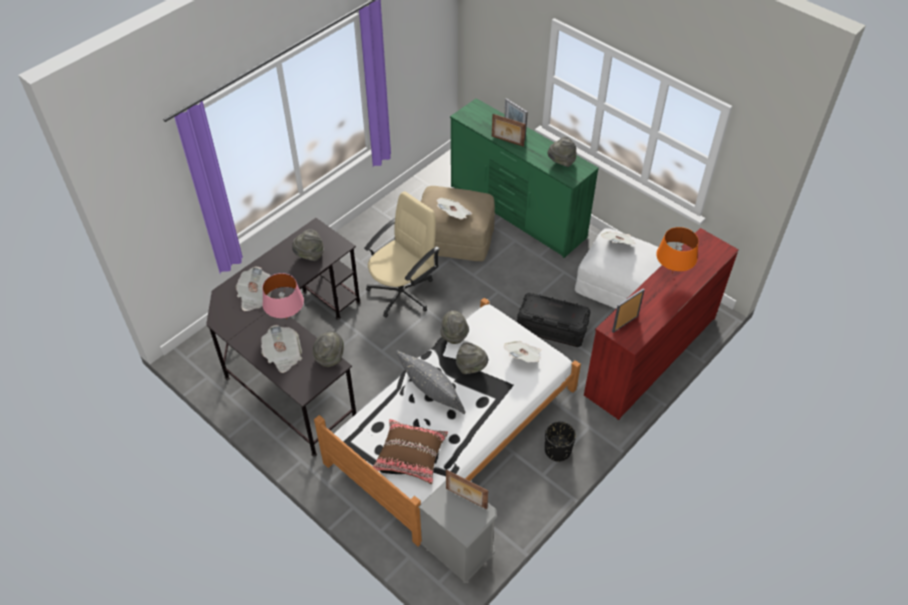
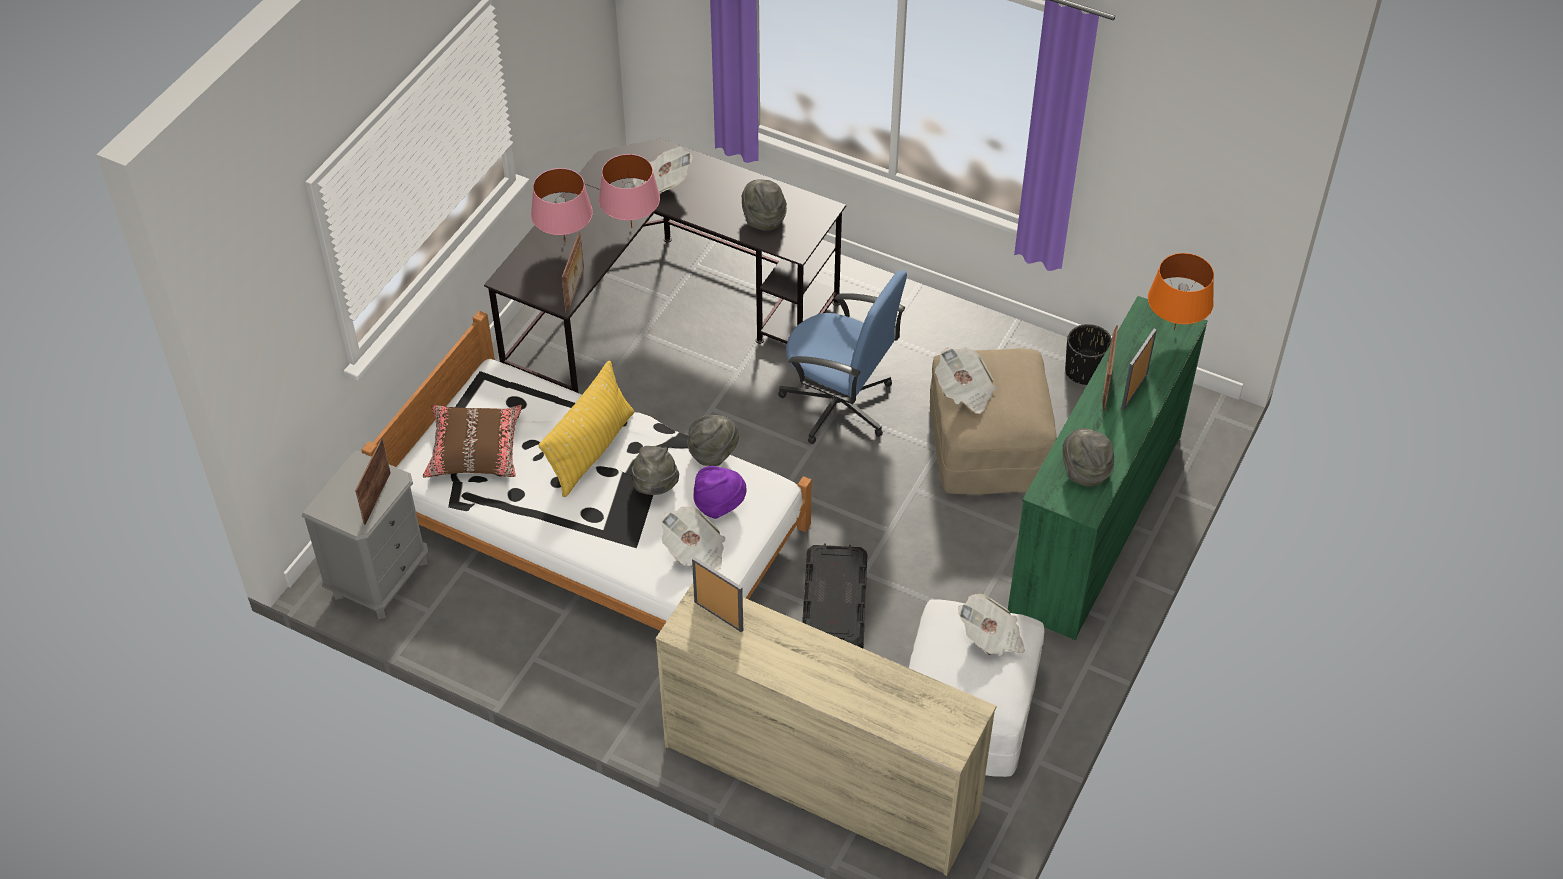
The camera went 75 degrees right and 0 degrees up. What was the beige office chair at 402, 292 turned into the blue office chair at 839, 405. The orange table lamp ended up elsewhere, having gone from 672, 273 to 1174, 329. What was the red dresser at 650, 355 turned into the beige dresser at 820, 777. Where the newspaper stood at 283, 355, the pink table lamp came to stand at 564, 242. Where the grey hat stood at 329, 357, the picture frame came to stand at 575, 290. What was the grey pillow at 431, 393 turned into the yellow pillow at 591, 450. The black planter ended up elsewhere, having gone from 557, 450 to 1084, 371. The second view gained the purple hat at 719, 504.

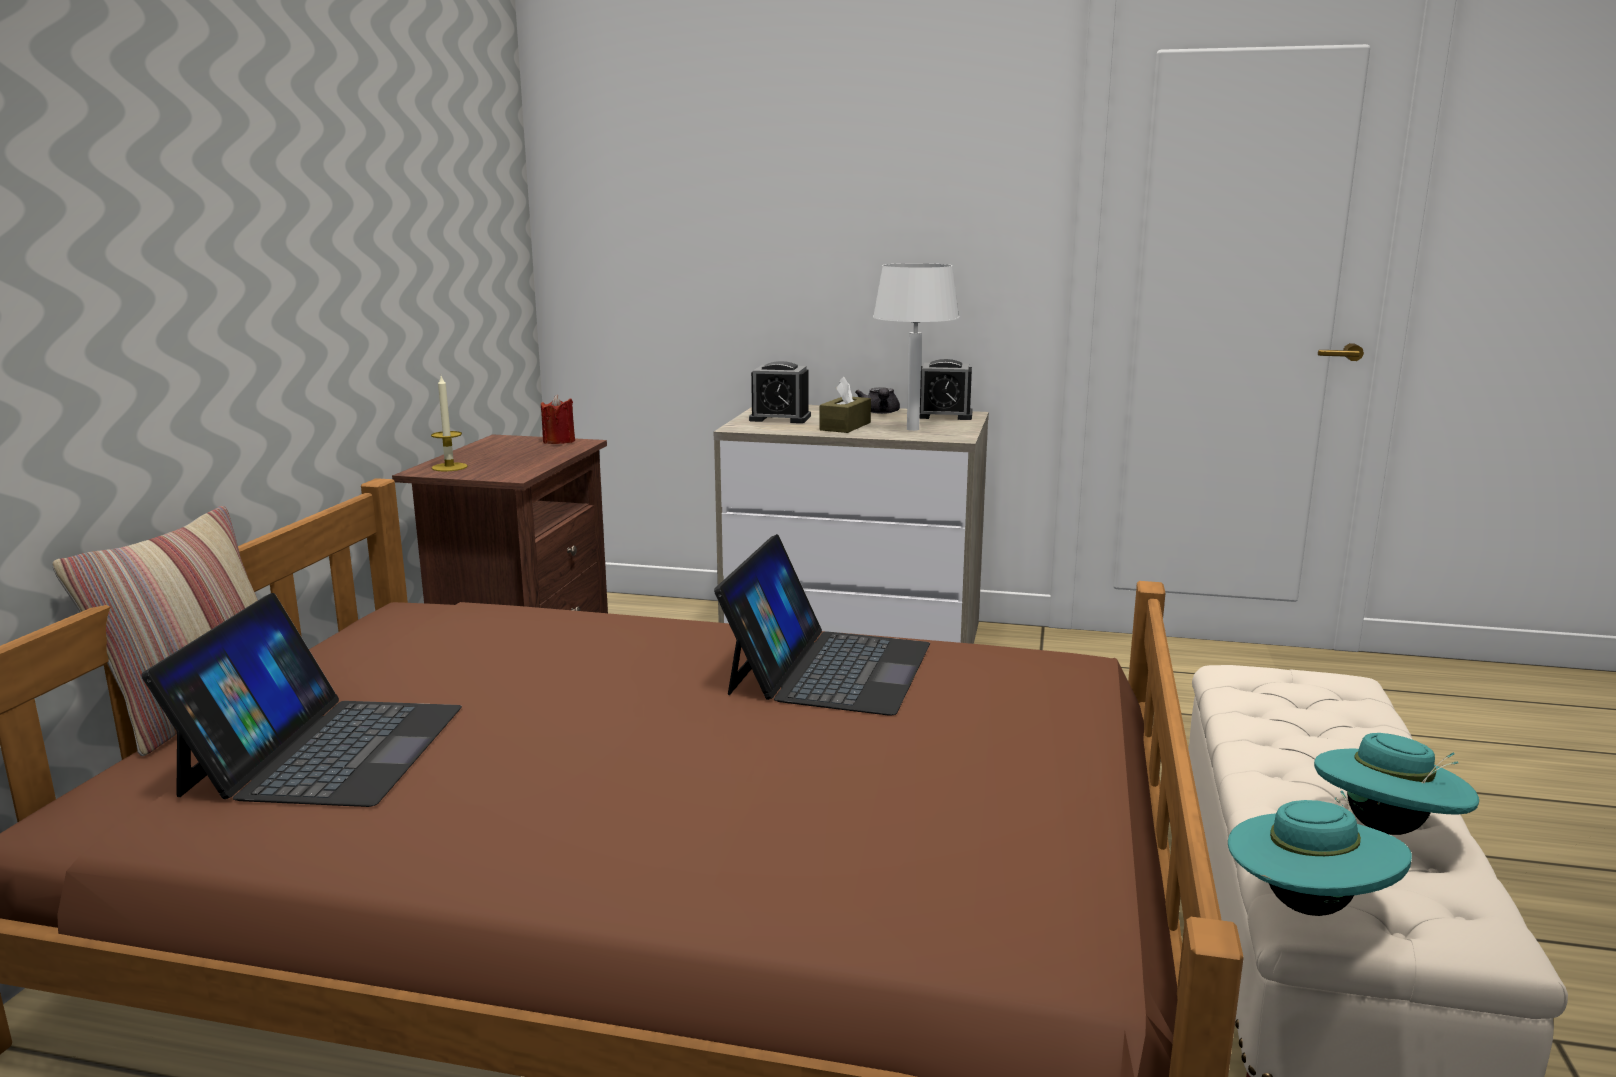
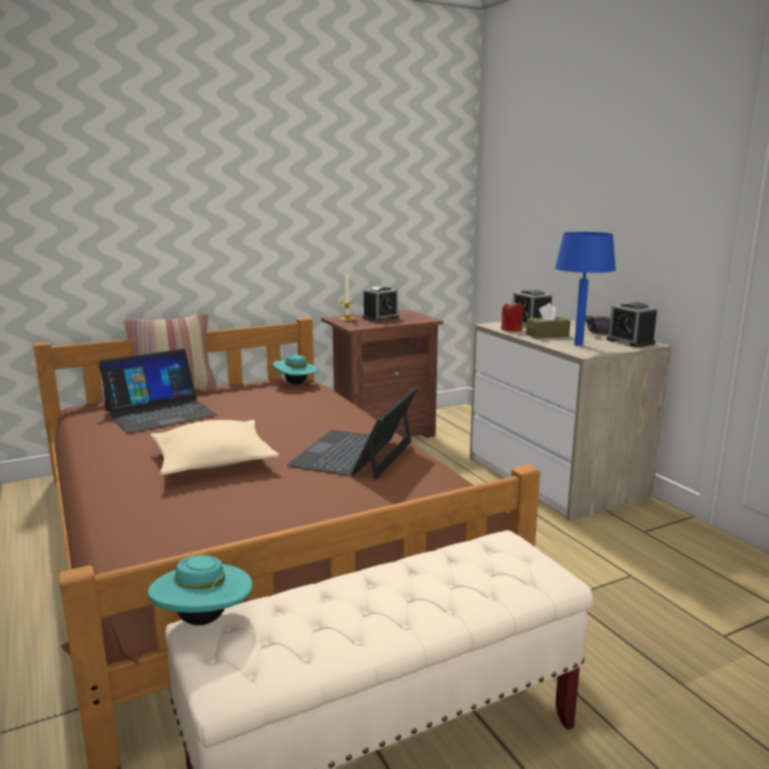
The camera went 50 degrees right and 0 degrees up. What was the white table lamp at 913, 429 turned into the blue table lamp at 578, 344. The red candle ended up elsewhere, having gone from 559, 441 to 511, 330. The laptop at 828, 668 ended up facing another way, 135 degrees clockwise from before. The turquoise hat ended up elsewhere, having gone from 1386, 829 to 296, 384. The second view gained the alarm clock at 380, 318. The second view gained the beige pillow at 213, 460.

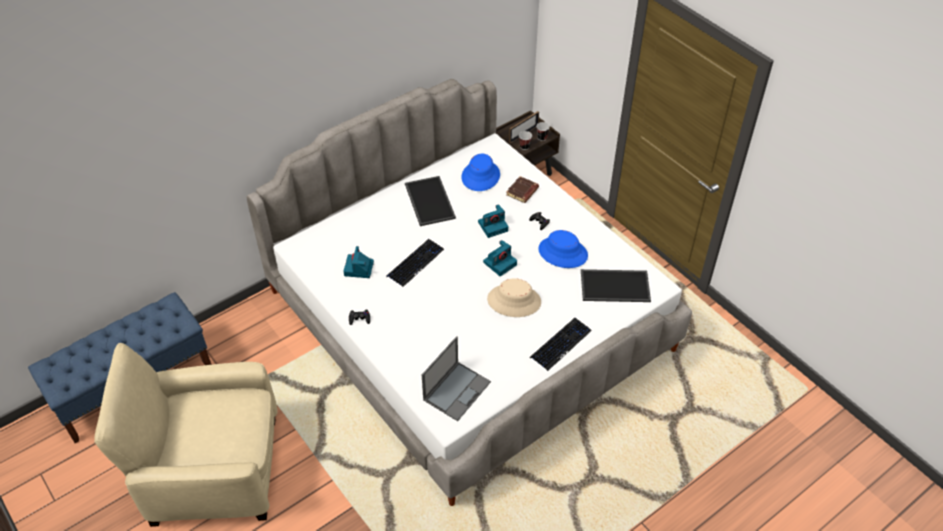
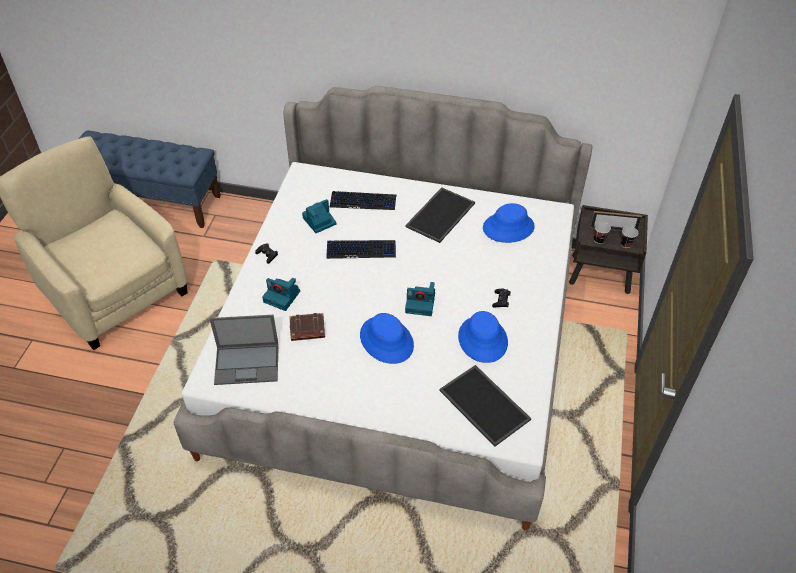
The camera went 50 degrees right and 0 degrees up. The brown book ended up elsewhere, having gone from 522, 192 to 307, 330. The photo camera ended up elsewhere, having gone from 493, 226 to 282, 296. What was the beige hat at 514, 301 turned into the blue hat at 387, 340. The keyboard ended up elsewhere, having gone from 560, 344 to 363, 201.

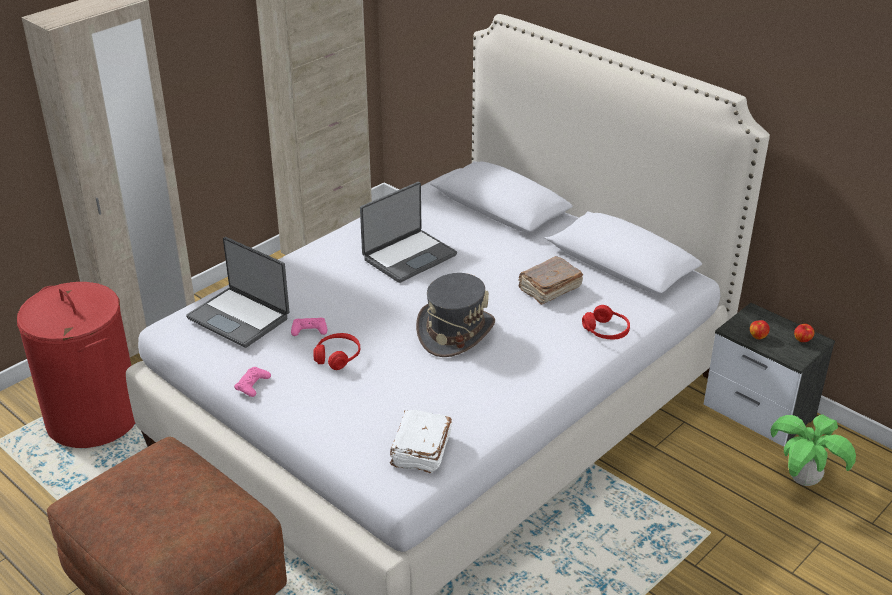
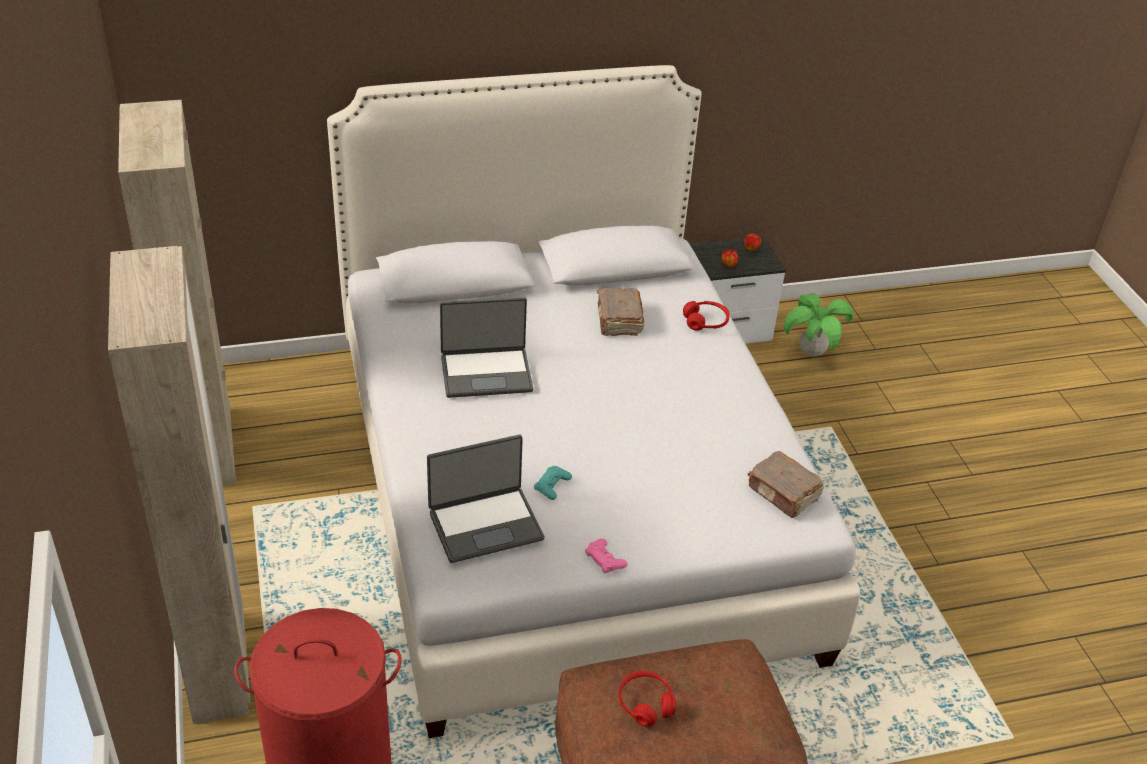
The camera went 60 degrees left and 5 degrees up. The laptop at 408, 256 ended up facing another way, 90 degrees clockwise from before. The second view lost the grey hat at 455, 332. What was the pink game controller at 309, 330 turned into the turquoise game controller at 552, 485. The red headphones ended up elsewhere, having gone from 337, 357 to 645, 704. What was the white book at 420, 451 turned into the brown book at 783, 494.

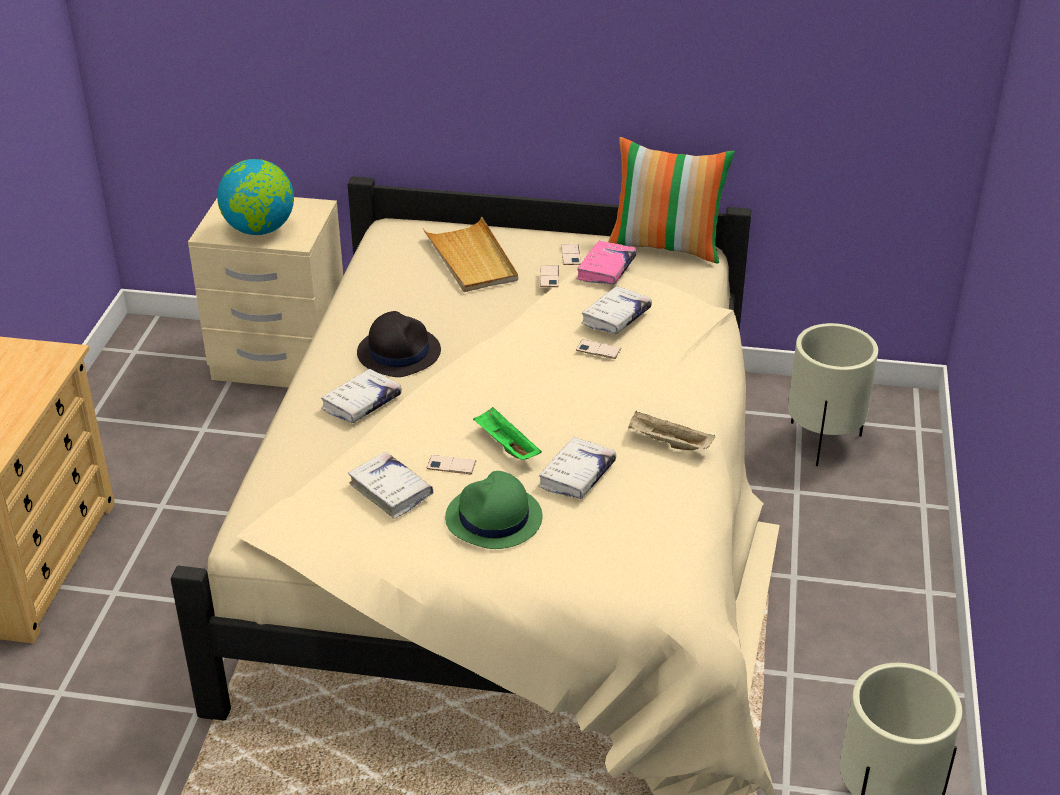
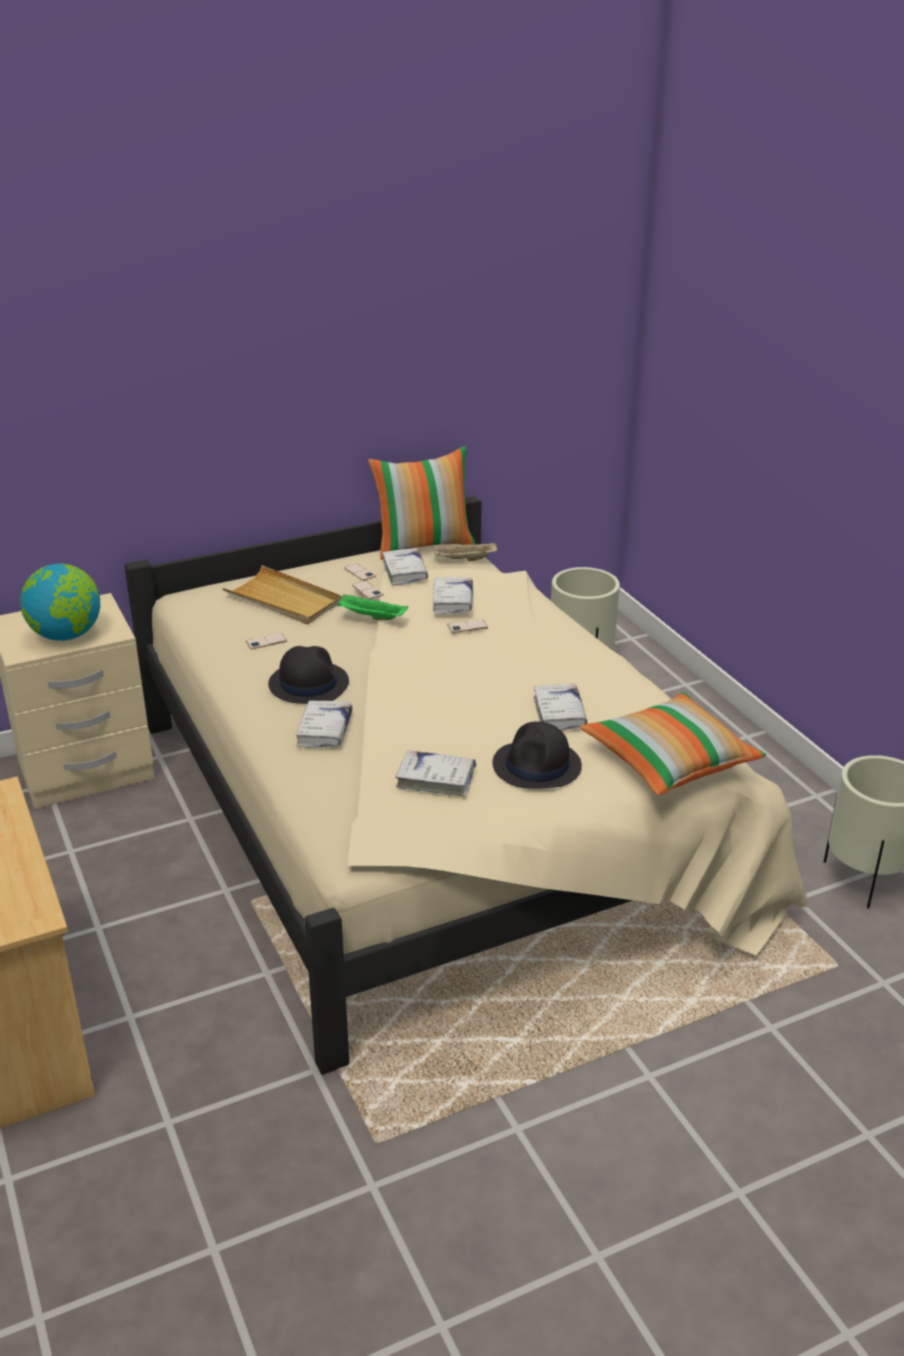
The camera went 35 degrees left and 5 degrees down. What was the pink book at 606, 269 turned into the white book at 405, 572. The green tray ended up elsewhere, having gone from 505, 446 to 371, 617. The beige tray ended up elsewhere, having gone from 668, 443 to 463, 560. The phone ended up elsewhere, having gone from 451, 465 to 266, 641. What was the green hat at 493, 519 turned into the black hat at 537, 766. The second view gained the pillow at 669, 761.

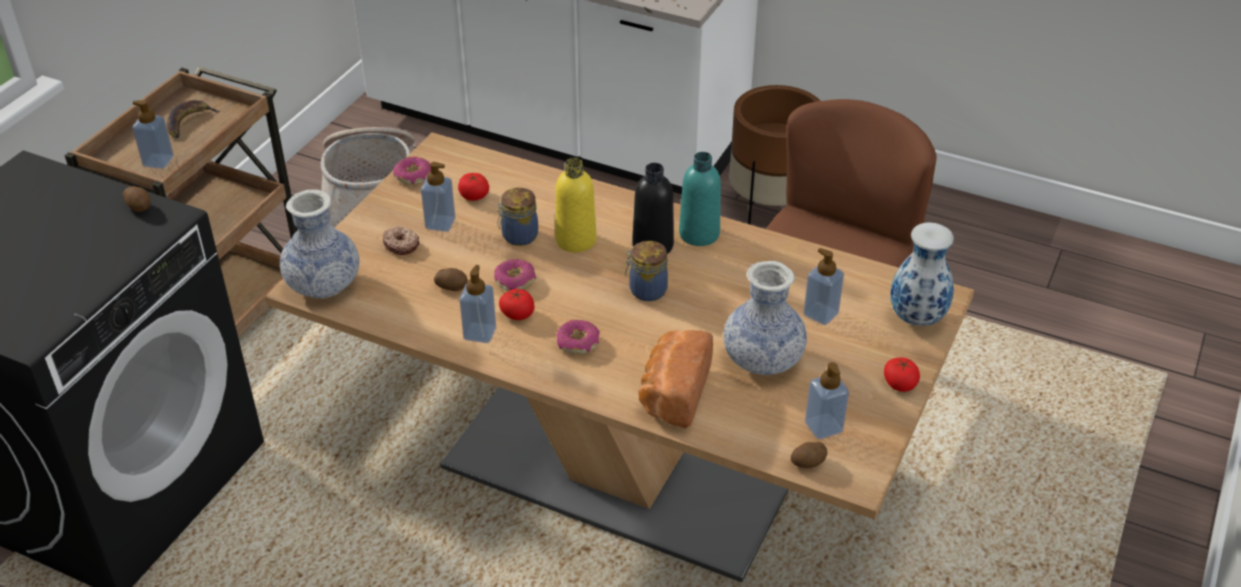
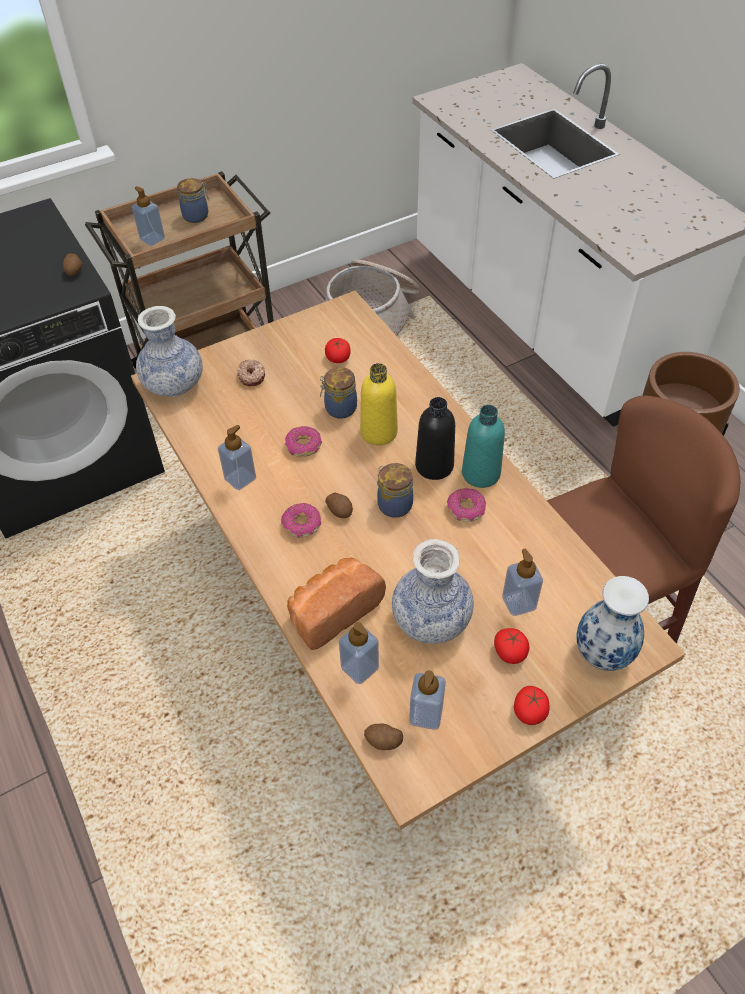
The camera went 35 degrees right and 10 degrees up. Where the banana stood at 189, 122, the jar came to stand at 197, 216. The donut ended up elsewhere, having gone from 413, 176 to 466, 509. The soap dispenser ended up elsewhere, having gone from 440, 223 to 359, 668. The potato ended up elsewhere, having gone from 452, 286 to 340, 510. The tomato ended up elsewhere, having gone from 517, 314 to 510, 652.

